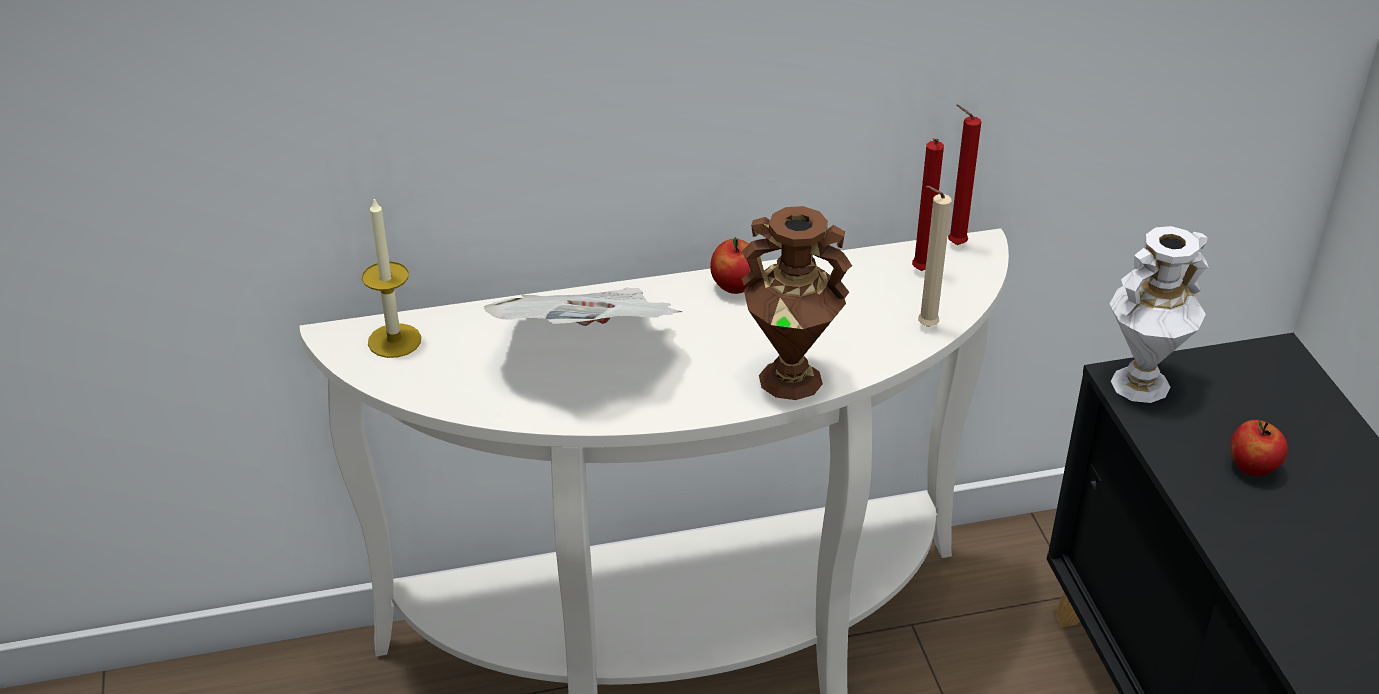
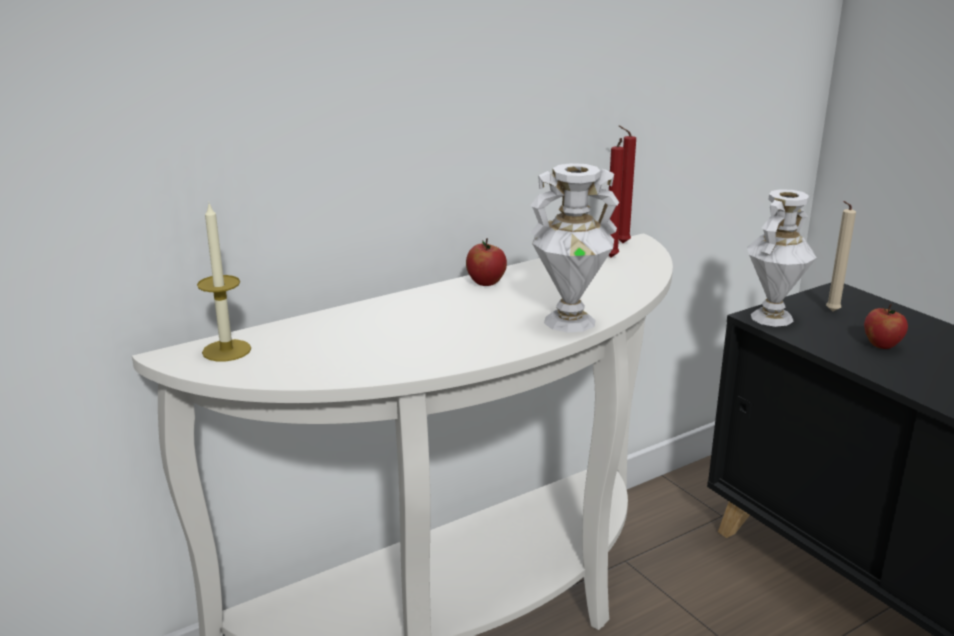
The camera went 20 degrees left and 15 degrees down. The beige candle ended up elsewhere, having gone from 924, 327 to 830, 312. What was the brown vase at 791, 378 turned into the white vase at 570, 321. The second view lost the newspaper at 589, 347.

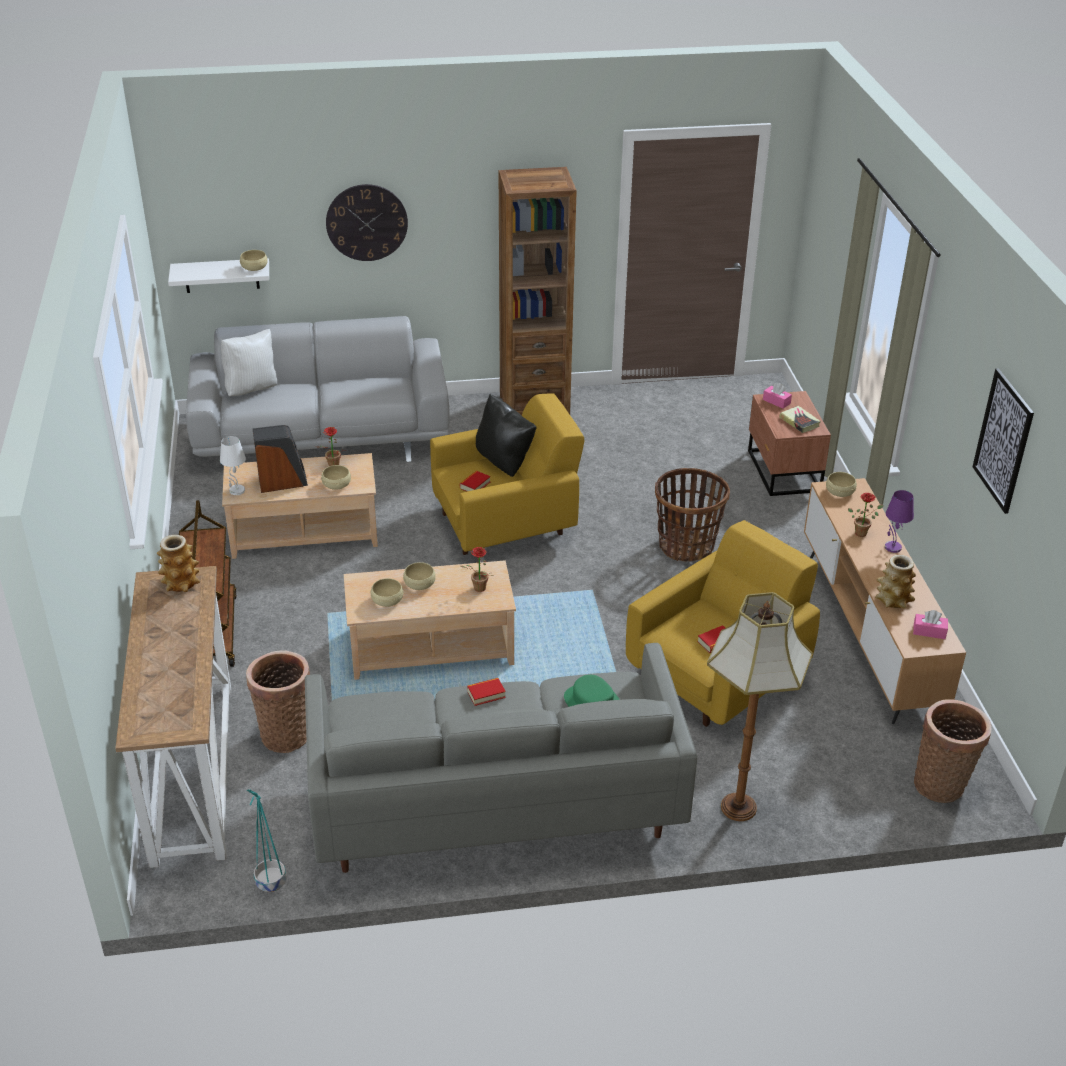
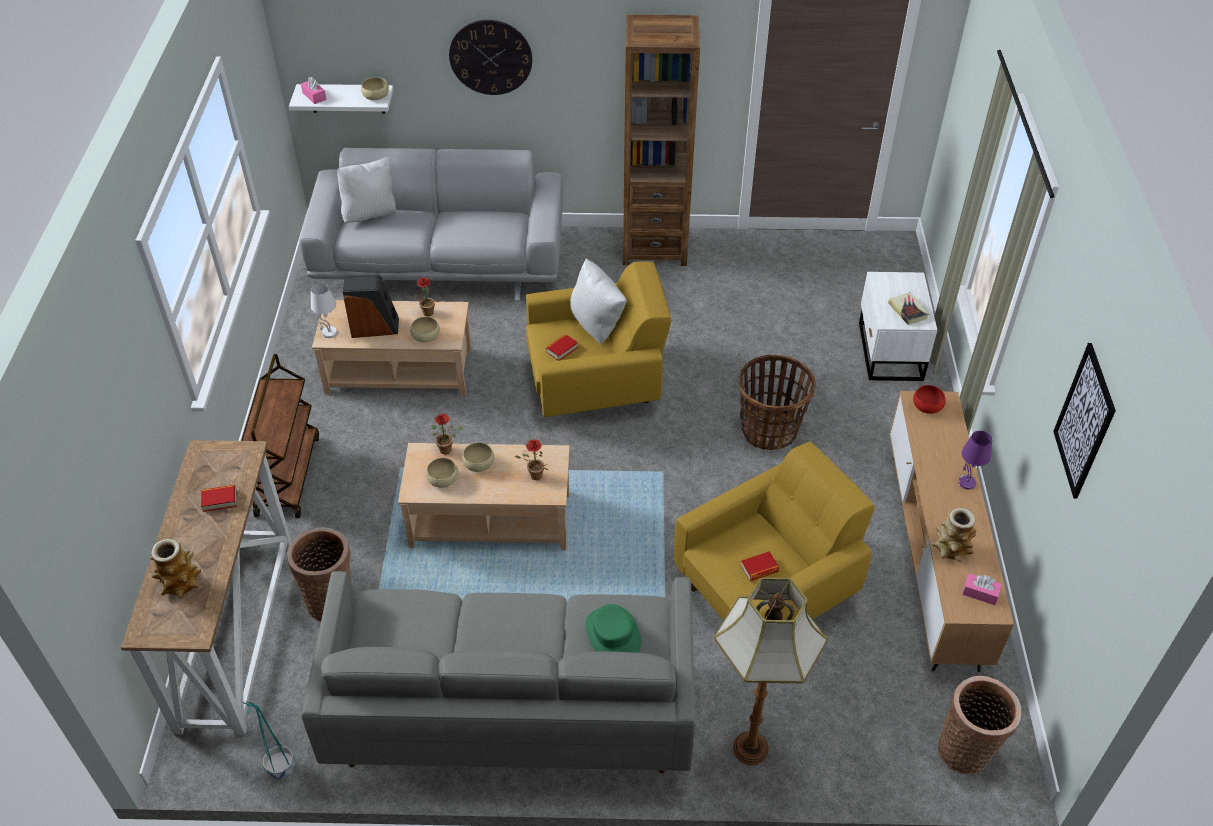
The camera went 10 degrees right and 10 degrees up. The pink tissue box ended up elsewhere, having gone from 776, 401 to 314, 96. What was the brown nightstand at 782, 472 turned into the white nightstand at 888, 352. What was the black pillow at 504, 463 turned into the white pillow at 597, 326. What was the beige bowl at 840, 491 turned into the red bowl at 927, 406. The potted plant ended up elsewhere, having gone from 862, 532 to 448, 449. The vase ended up elsewhere, having gone from 181, 583 to 181, 582. The book ended up elsewhere, having gone from 486, 694 to 220, 500.

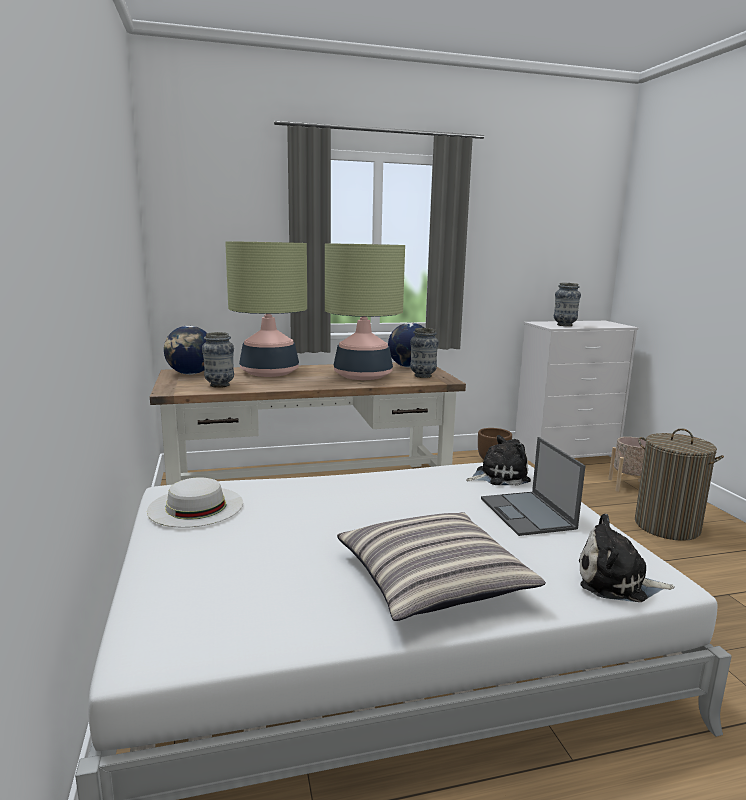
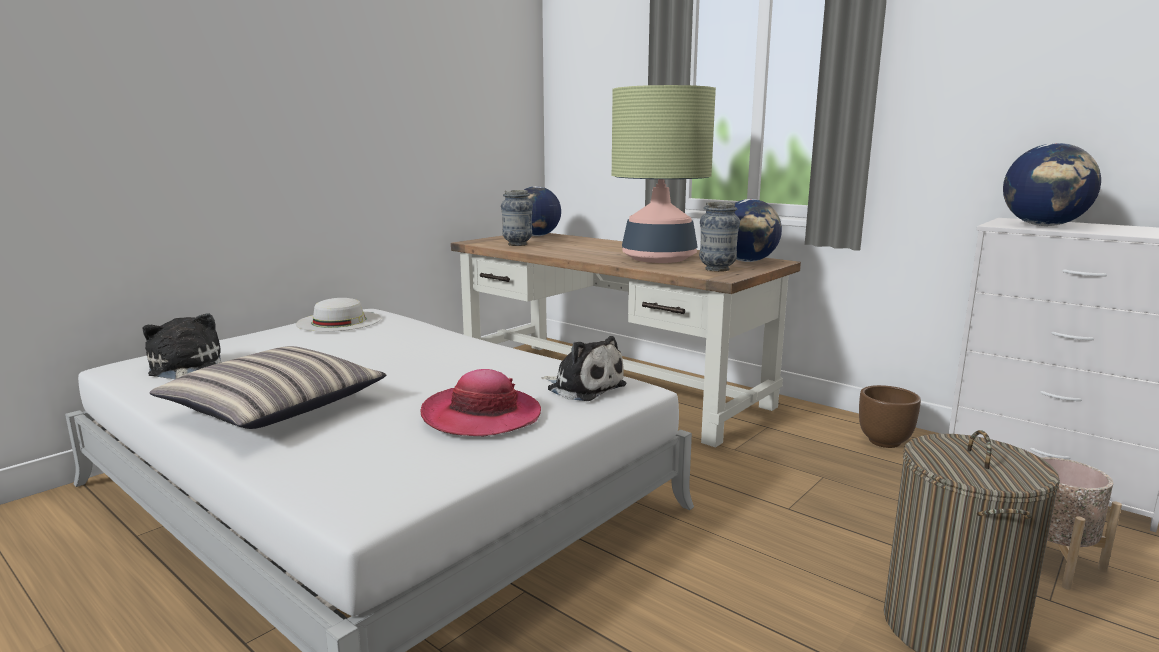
The camera went 55 degrees right and 0 degrees up. The second view lost the table lamp at 270, 372. Where the vase stood at 564, 325, the globe came to stand at 1044, 225. Where the laptop stood at 528, 514, the hat came to stand at 481, 416. The plush toy ended up elsewhere, having gone from 616, 582 to 184, 368.

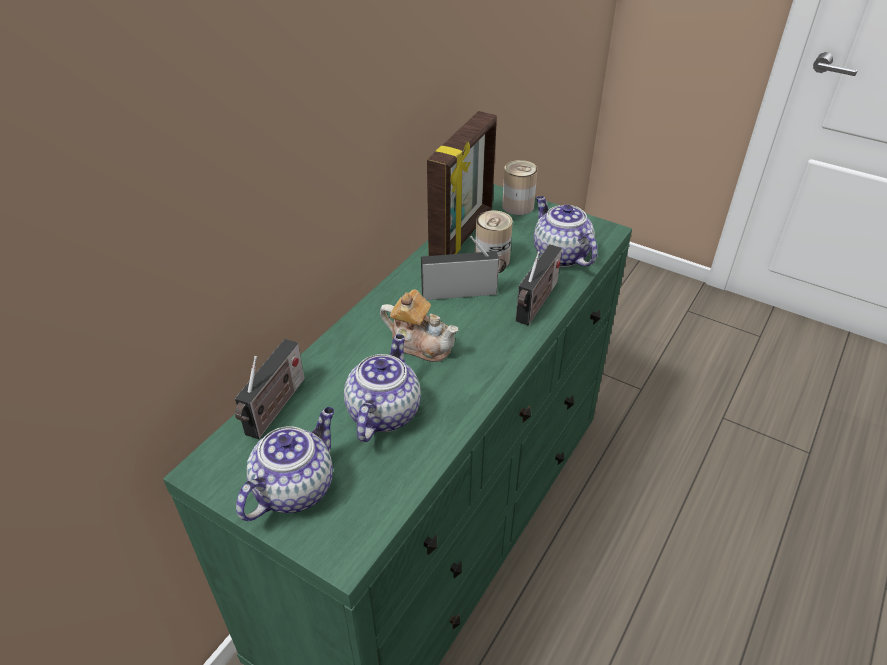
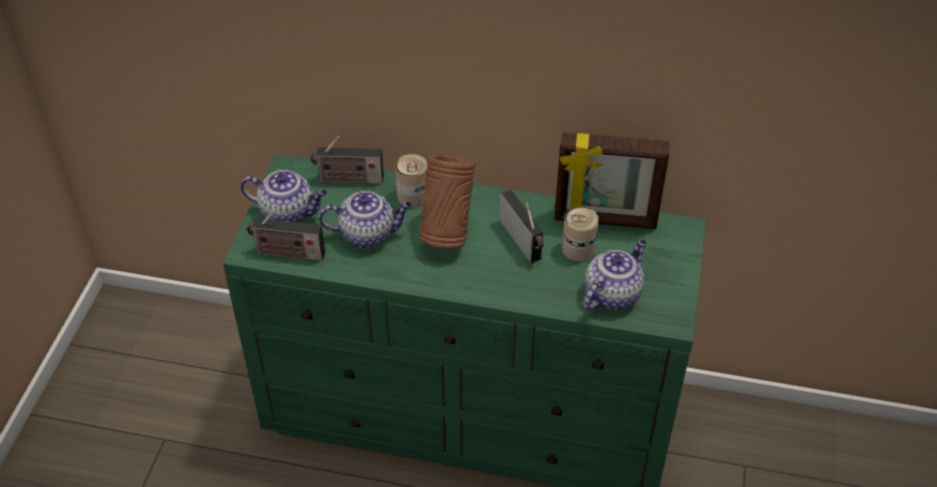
The camera went 70 degrees right and 5 degrees up. The can ended up elsewhere, having gone from 518, 206 to 412, 196. The radio ended up elsewhere, having gone from 536, 304 to 287, 253. Where the teapot stood at 420, 344, the brown vase came to stand at 447, 233.

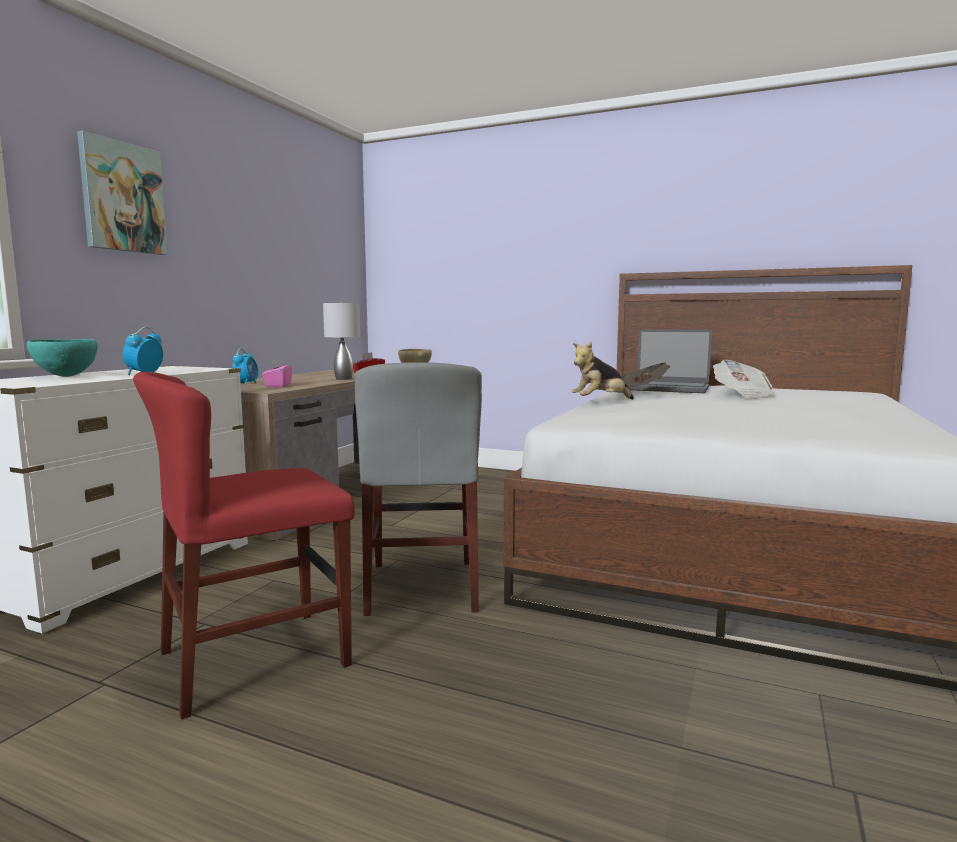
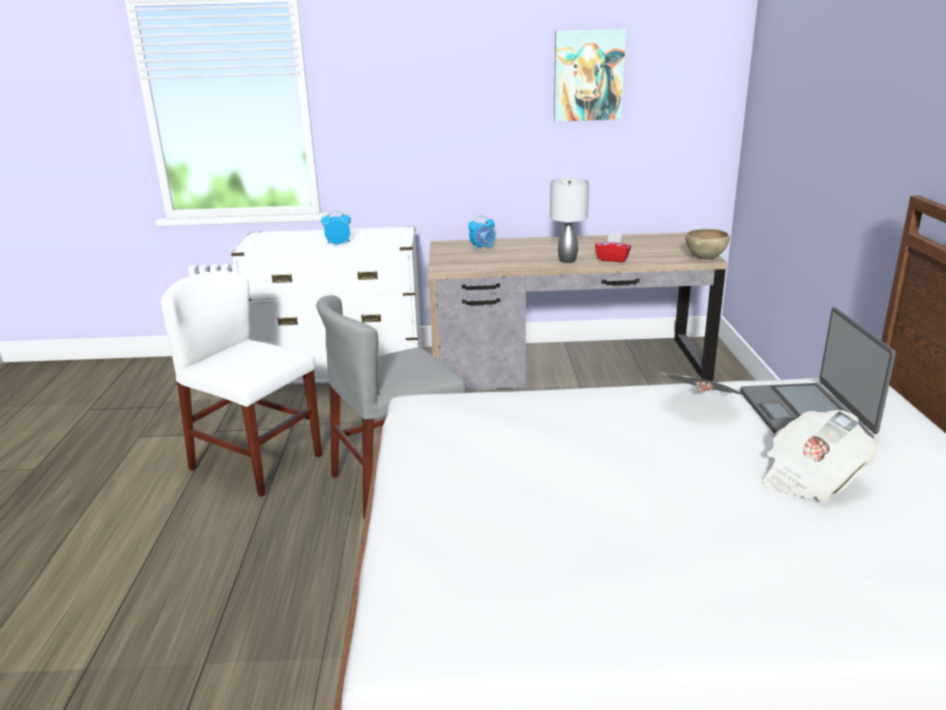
The camera went 65 degrees right and 15 degrees up. The picture ended up elsewhere, having gone from 123, 197 to 588, 75. The second view lost the turquoise bowl at 65, 376. The second view lost the plush toy at 600, 401. The second view lost the pink tissue box at 278, 386. What was the red chair at 255, 658 turned into the white chair at 257, 462.

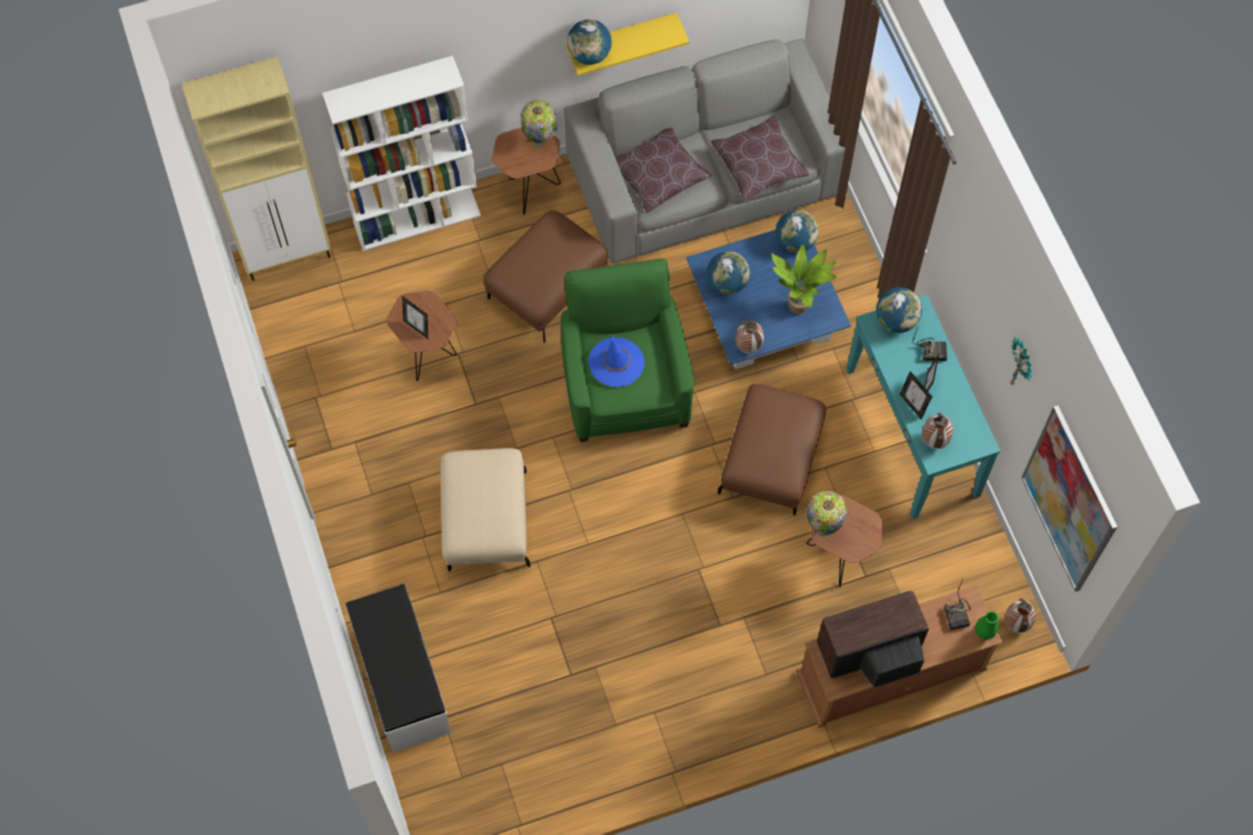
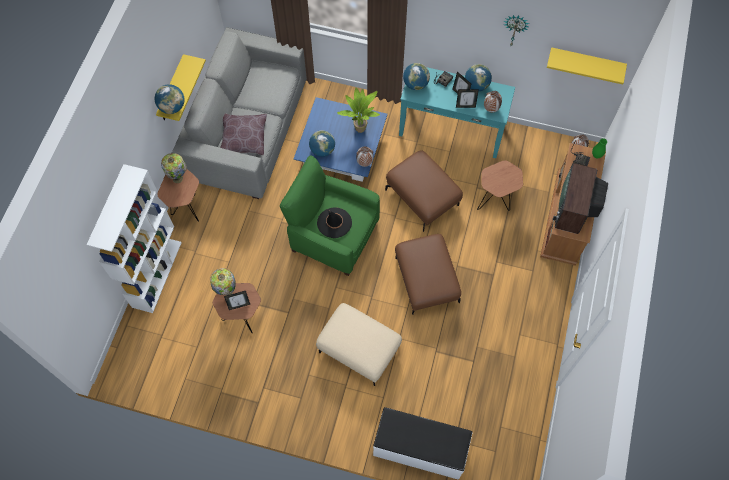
The camera went 55 degrees left and 0 degrees up. The second view lost the beige cabinet at 288, 255. The second view lost the brown pillow at 758, 165. The brown ottoman ended up elsewhere, having gone from 547, 286 to 425, 280. The globe ended up elsewhere, having gone from 795, 241 to 476, 85. What was the blue hat at 616, 362 turned into the black hat at 334, 223. Where the picture hung at 1069, 500, the yellow shelf came to hang at 586, 62. The table lamp ended up elsewhere, having gone from 823, 527 to 227, 291.

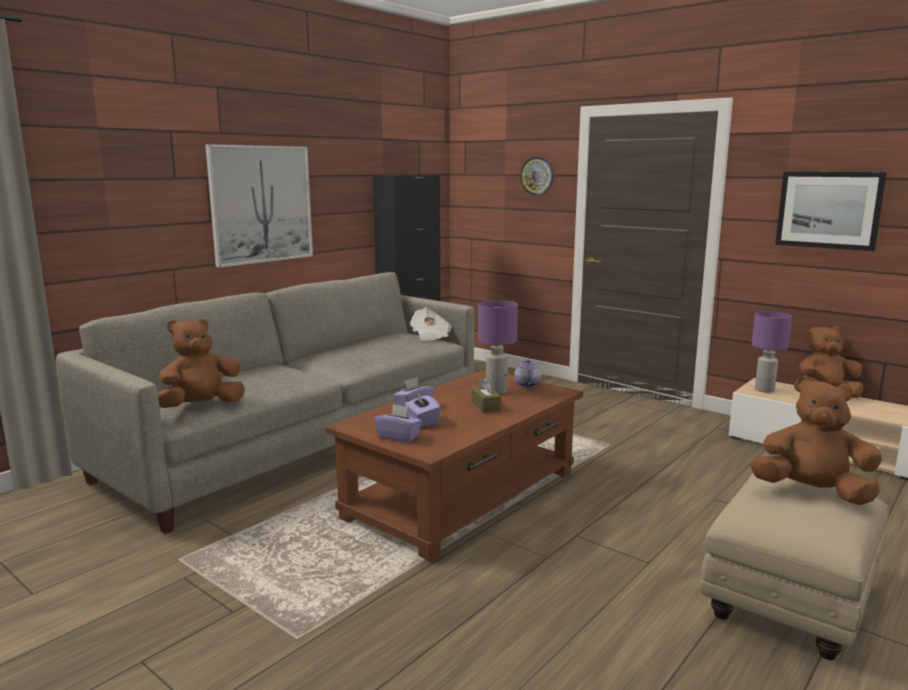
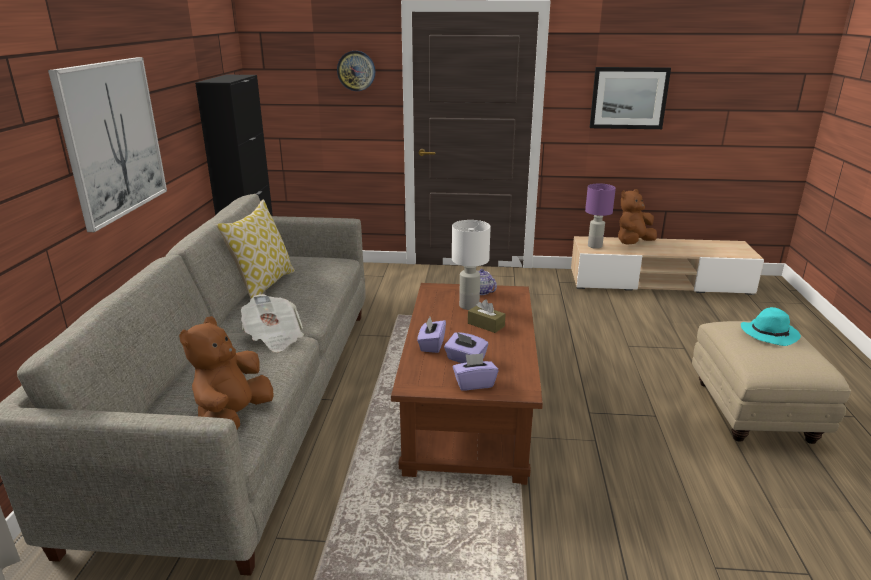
The camera went 35 degrees left and 10 degrees up. What was the purple table lamp at 496, 391 turned into the white table lamp at 469, 305. The newspaper ended up elsewhere, having gone from 431, 335 to 274, 337. Where the brown plush toy stood at 812, 492, the turquoise hat came to stand at 769, 334. The second view gained the pillow at 263, 285.

